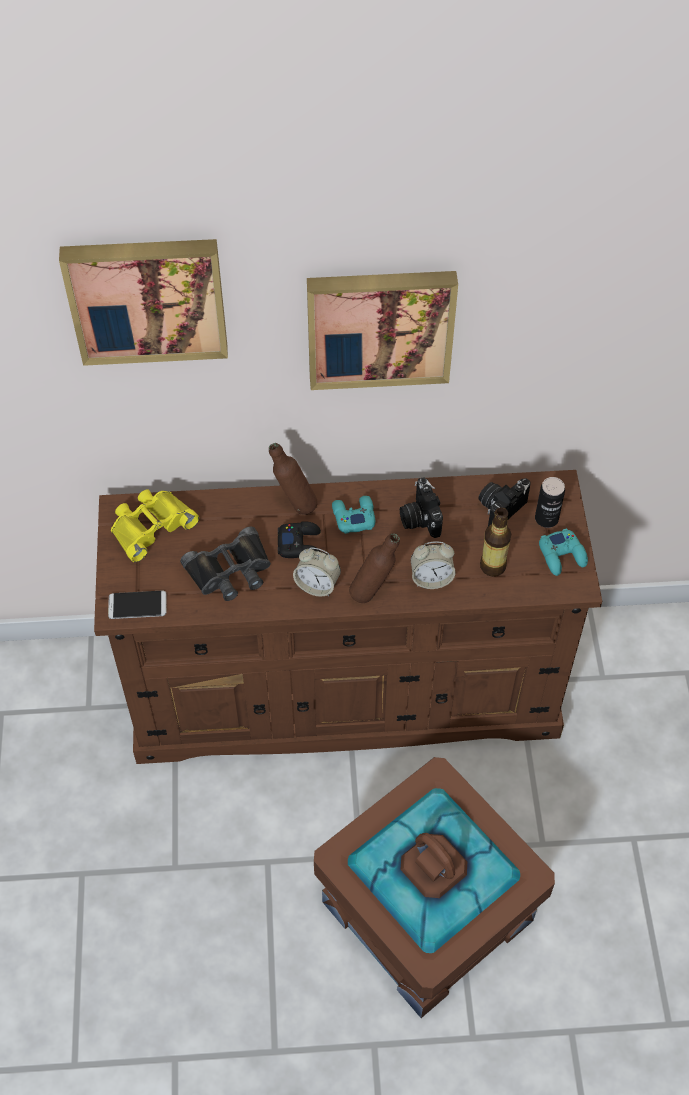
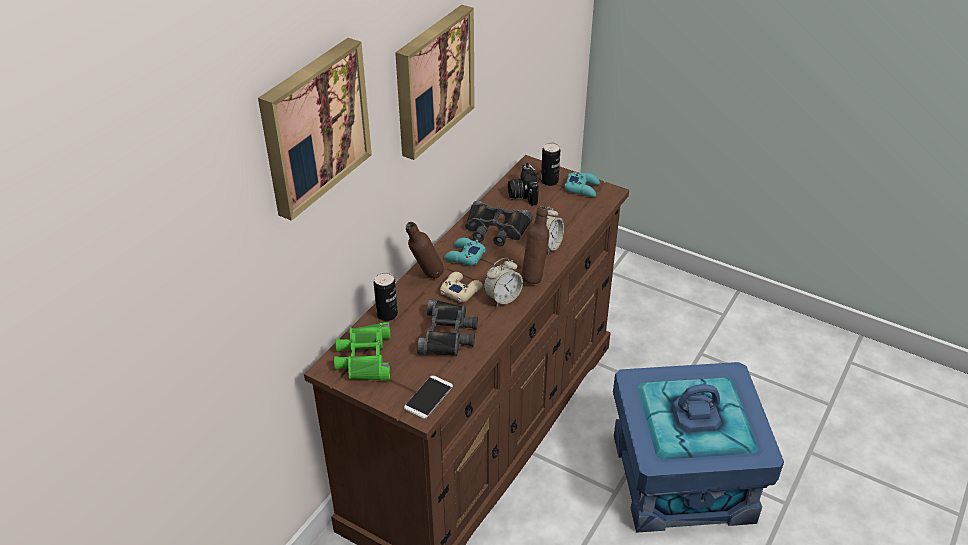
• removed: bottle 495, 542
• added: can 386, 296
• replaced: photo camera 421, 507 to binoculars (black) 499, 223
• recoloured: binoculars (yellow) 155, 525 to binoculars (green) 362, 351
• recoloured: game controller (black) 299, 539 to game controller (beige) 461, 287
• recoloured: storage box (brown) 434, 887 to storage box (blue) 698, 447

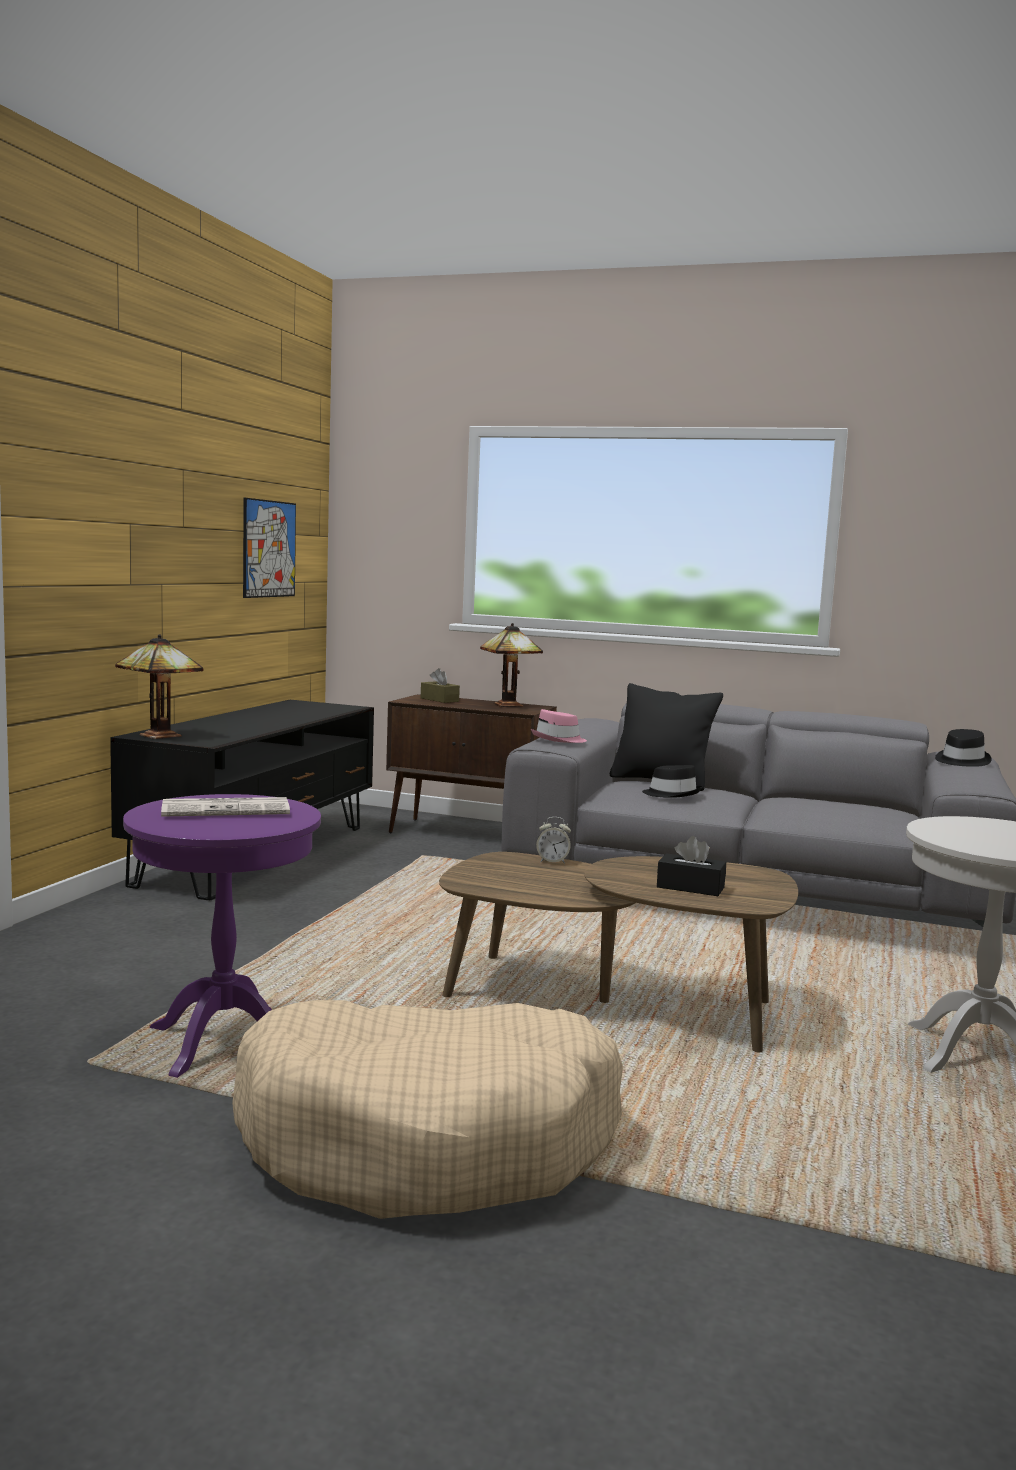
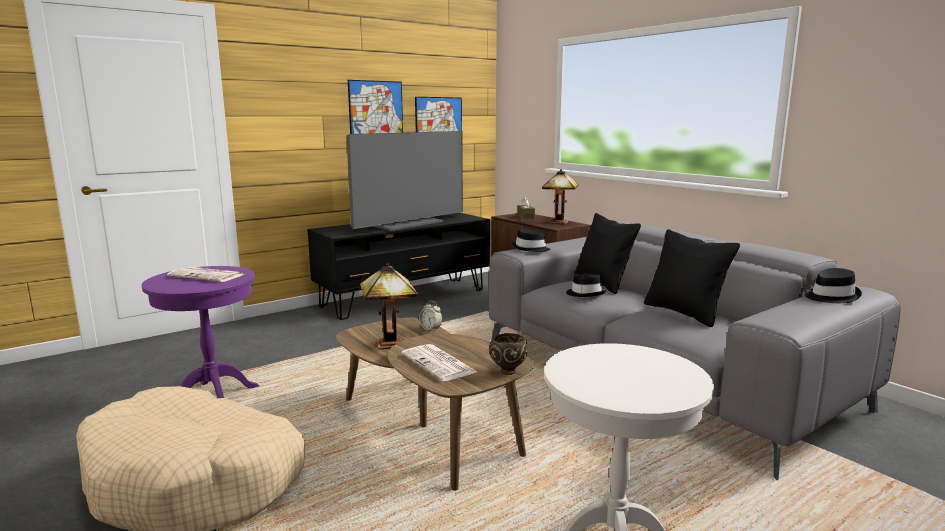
• added: television 404, 181
• added: picture 375, 107
• added: bowl (brown) 508, 354
• added: pillow (black) 692, 278
• moved: table lamp 159, 686 to 389, 306
• replaced: tissue box (black) 691, 866 to newspaper 439, 362
• recoloured: hat (pink) 559, 726 to hat (black) 531, 240

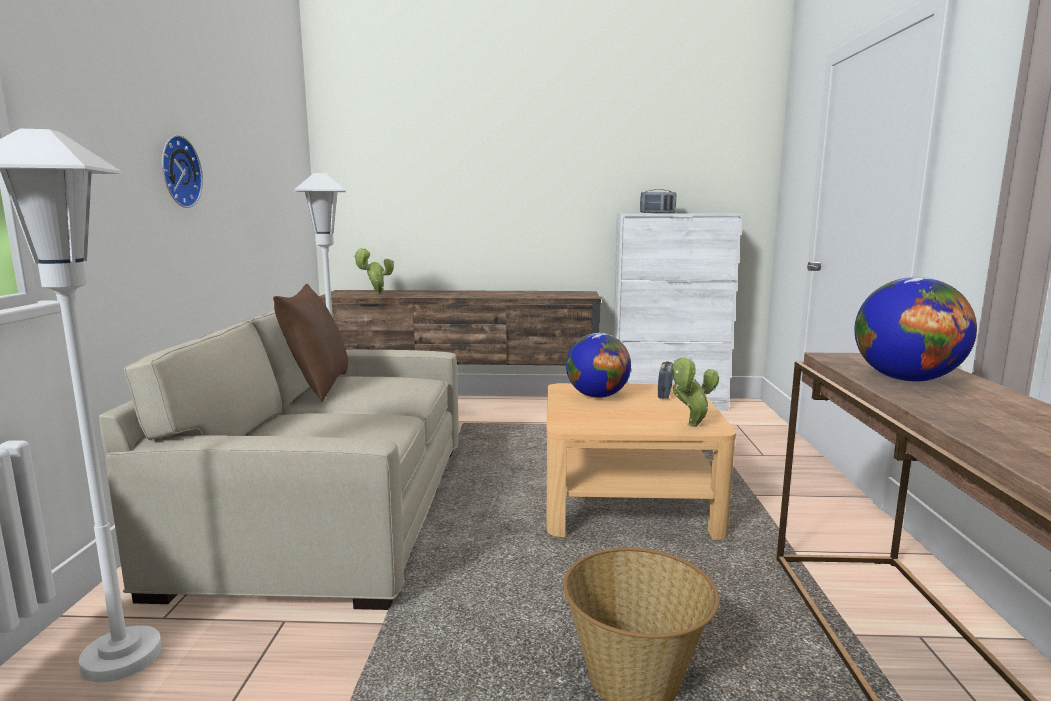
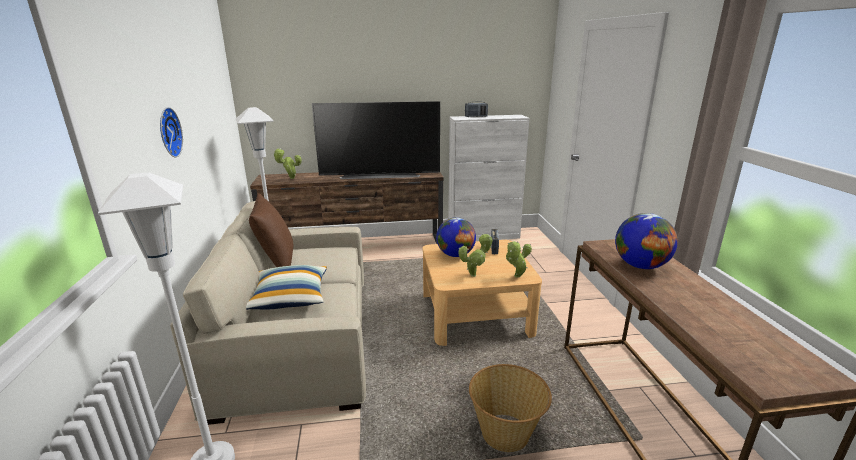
• added: pillow 286, 287
• added: television 376, 140
• added: potted plant 476, 255

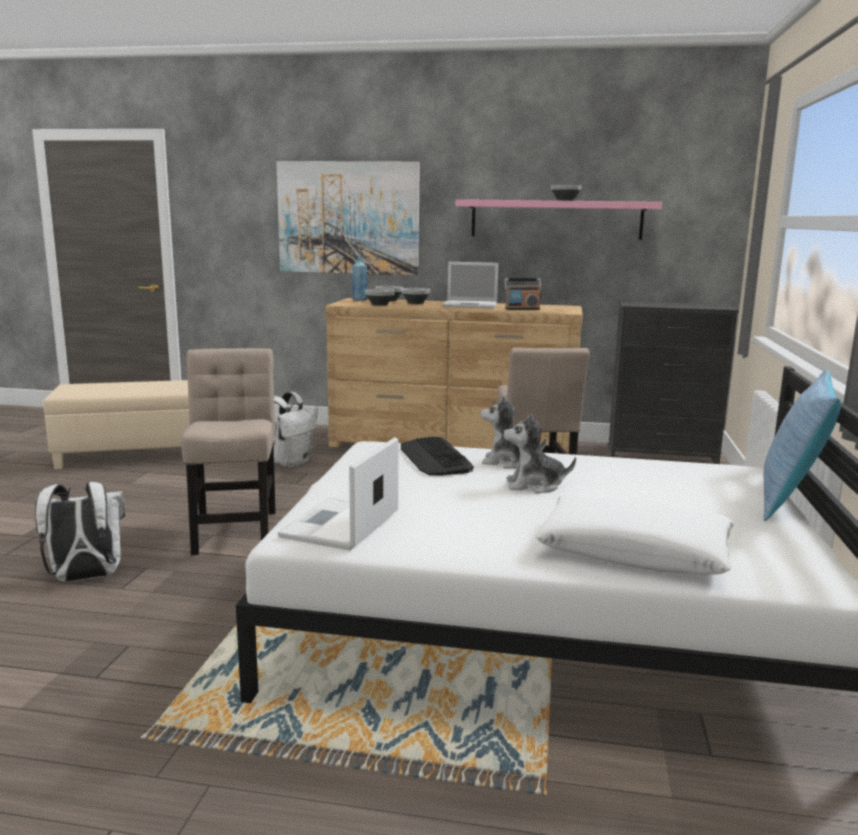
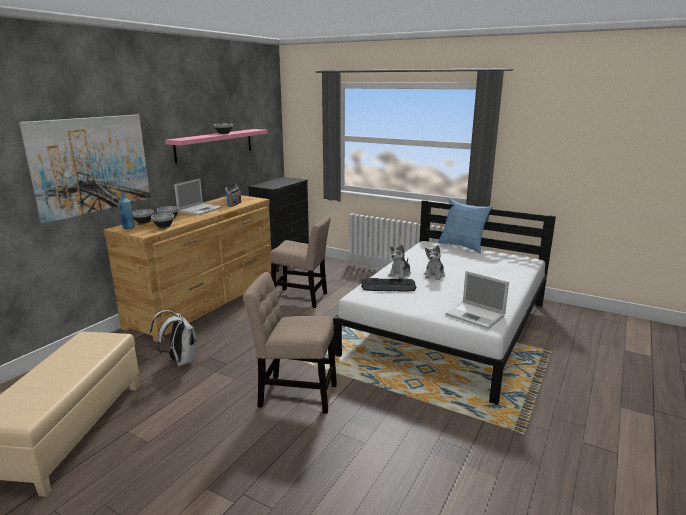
• removed: backpack (white) 80, 532
• removed: pillow (white) 634, 534

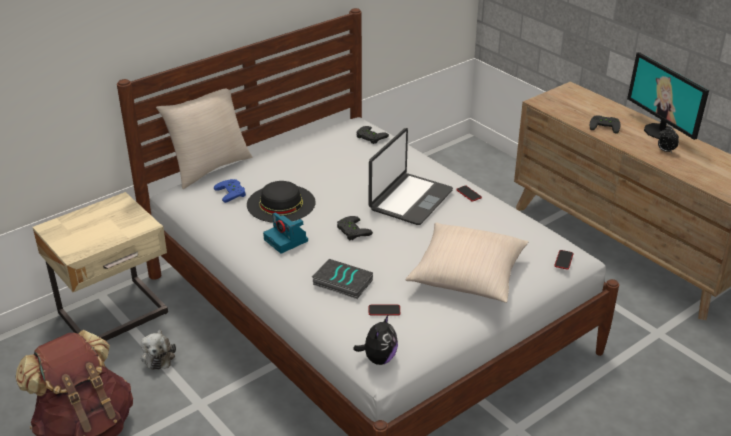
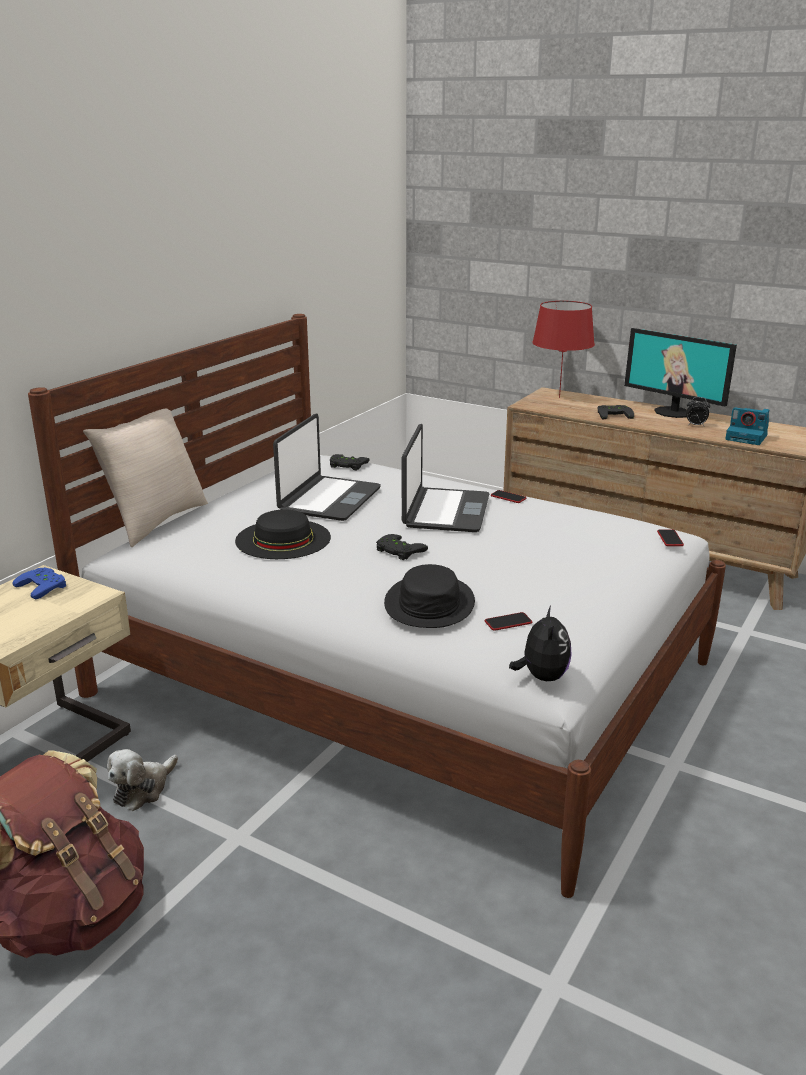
• removed: pillow (beige) 467, 262
• added: laptop 327, 467
• added: table lamp (red) 563, 349
• moved: game controller (blue) 230, 191 to 39, 583
• moved: photo camera 285, 233 to 747, 426
• replaced: book 342, 279 to hat (black) 429, 596
• turned: plush toy 158, 350 = 142, 780 60 degrees clockwise

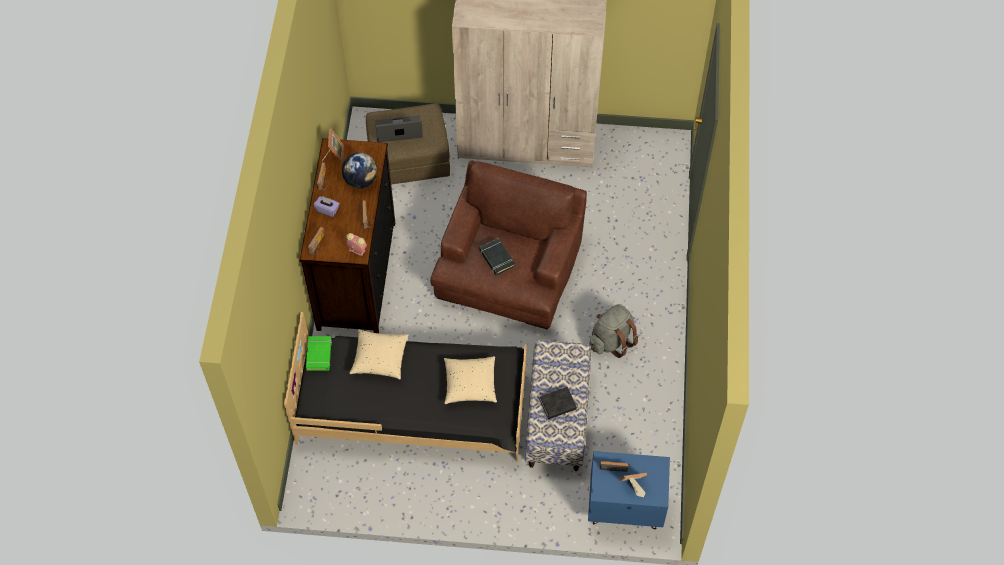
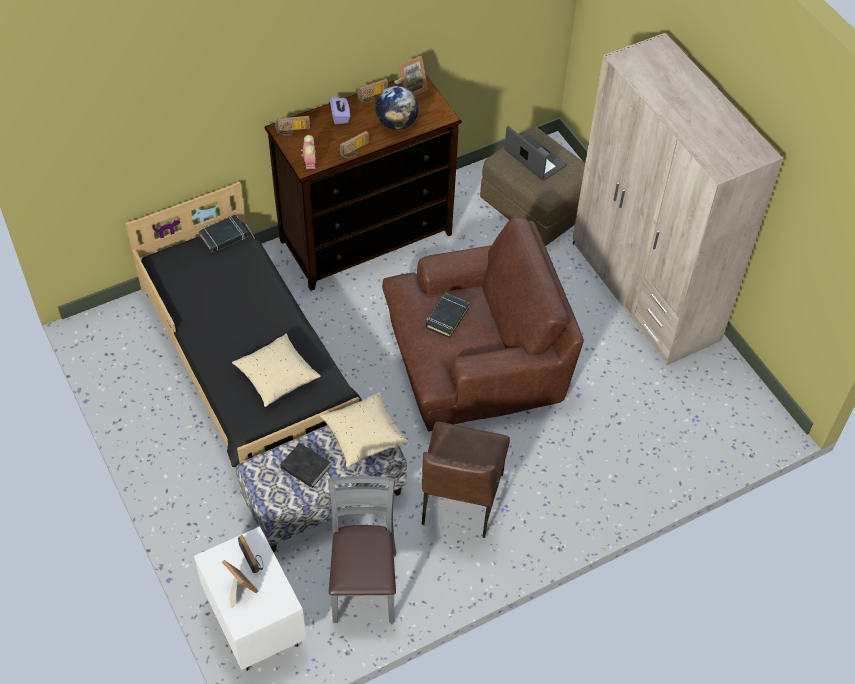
• added: chair (grey) 362, 549
• moved: pillow (beige) 379, 354 to 364, 429
• replaced: backpack (grey) 614, 331 to chair (brown) 466, 480
• recoloured: book (green) 319, 353 to book (black) 223, 234
• recoloured: nightstand (blue) 629, 490 to nightstand (white) 250, 598

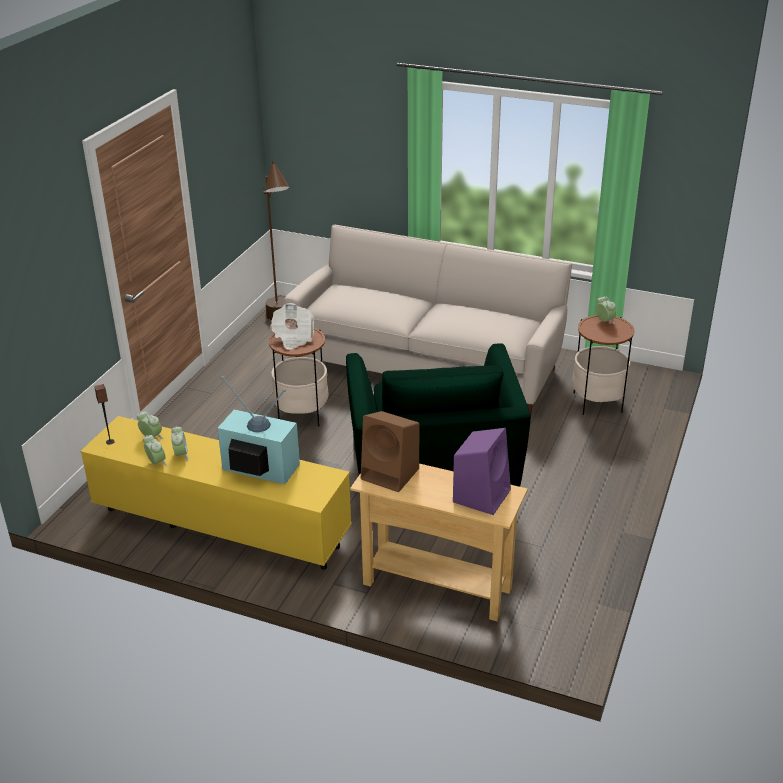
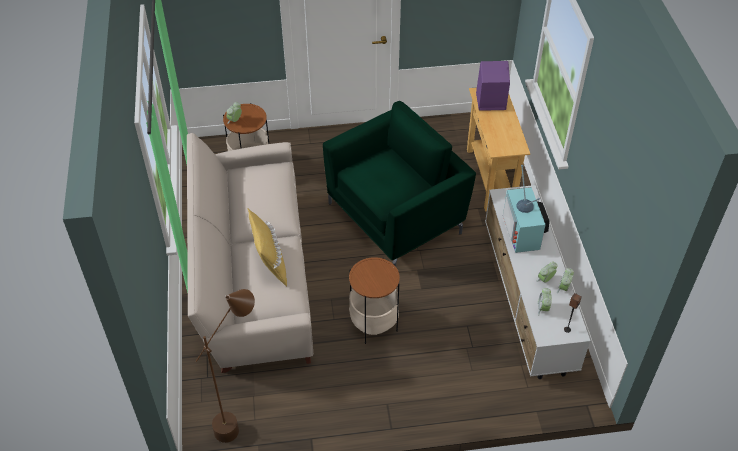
• removed: newspaper 292, 326
• removed: speaker (brown) 390, 451
• added: pillow (yellow) 267, 248
• recoloured: tv stand (yellow) 216, 493 to tv stand (white) 538, 282

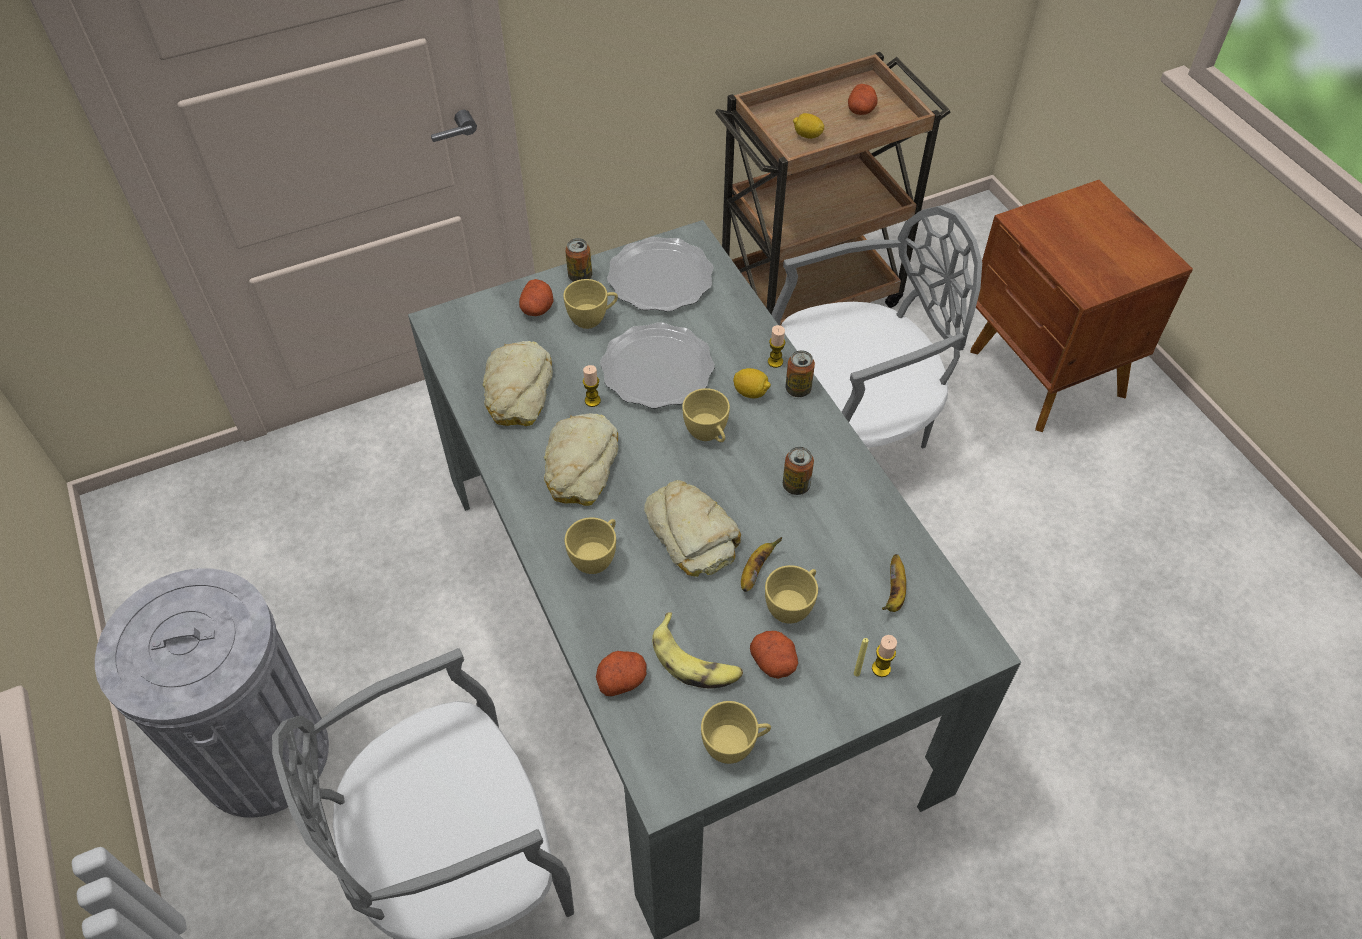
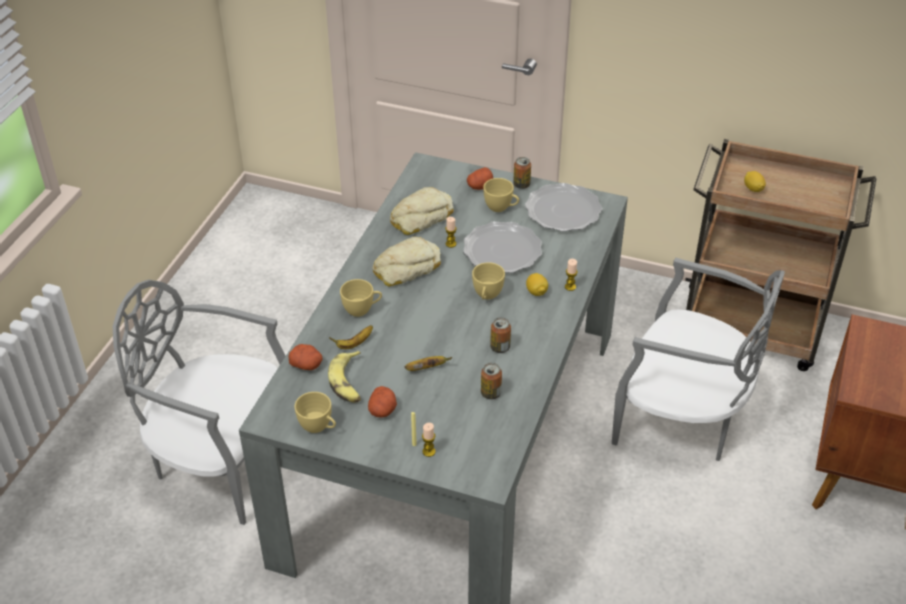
• removed: trash can (grey) 212, 693
• removed: bread 692, 528
• removed: cup (yellow) 791, 594
• removed: potato 863, 99
• moved: can 800, 373 to 491, 381
• moved: banana 894, 583 to 351, 337

